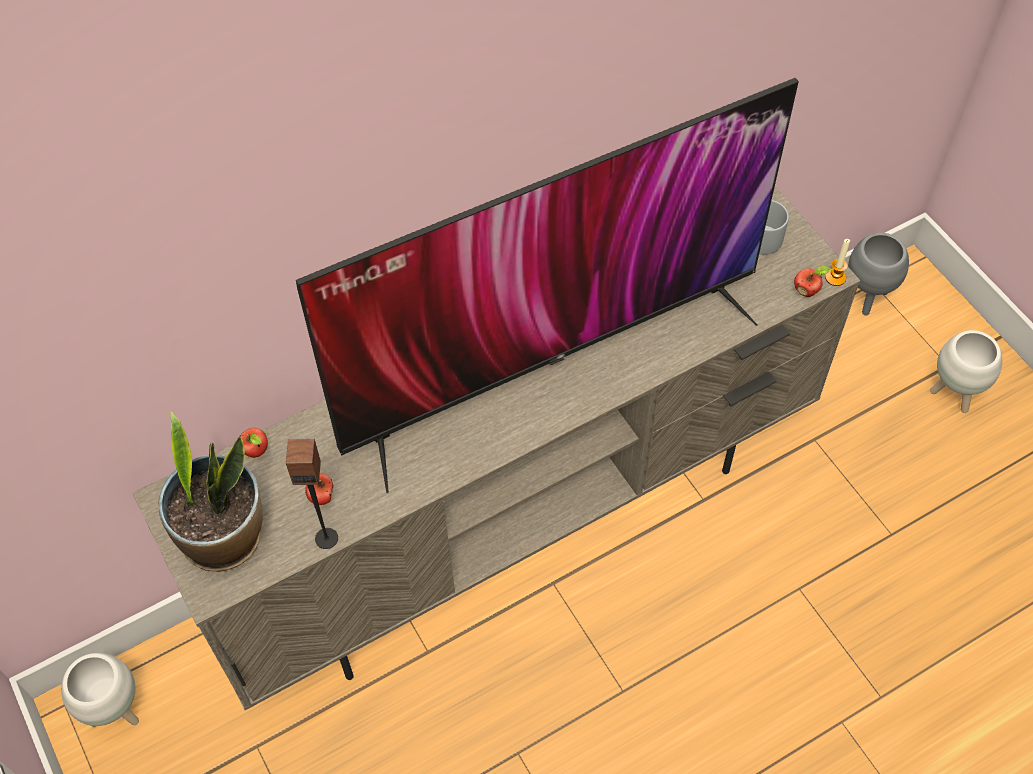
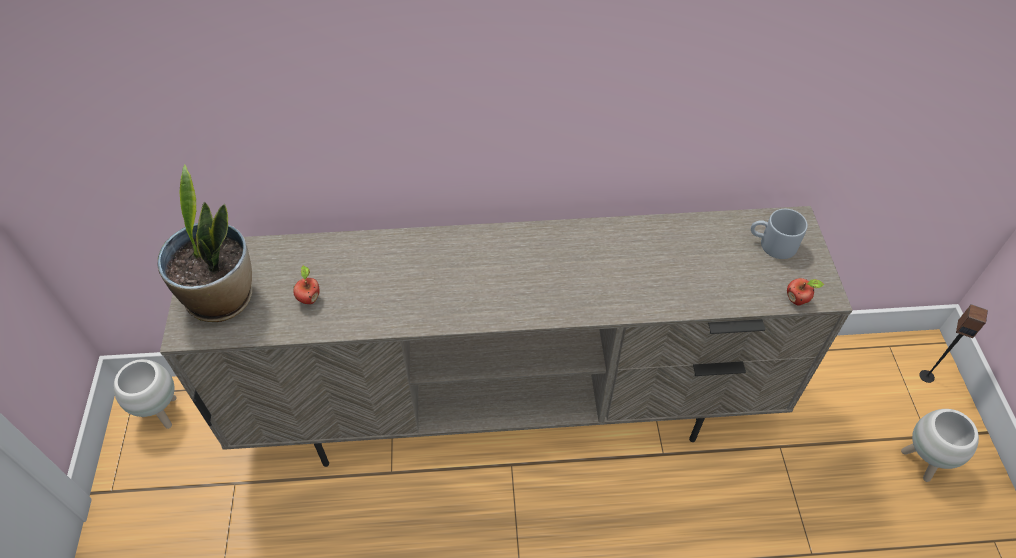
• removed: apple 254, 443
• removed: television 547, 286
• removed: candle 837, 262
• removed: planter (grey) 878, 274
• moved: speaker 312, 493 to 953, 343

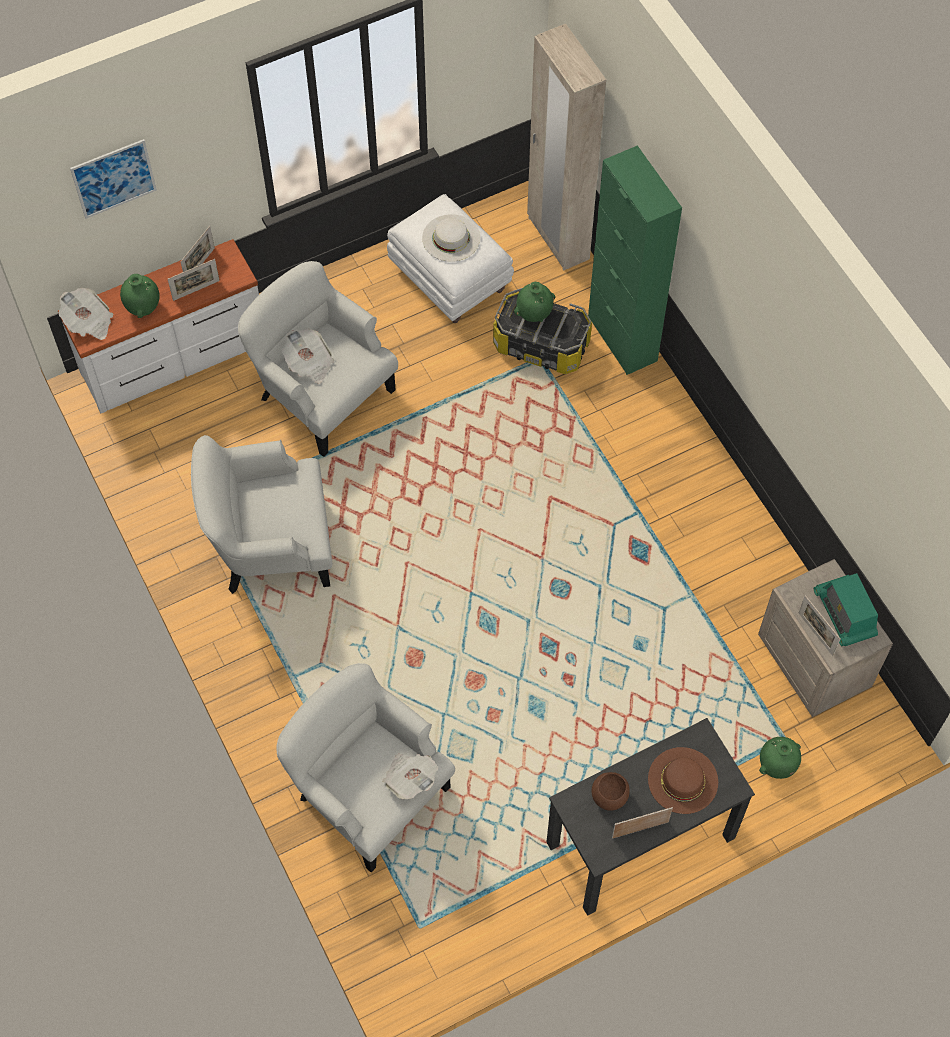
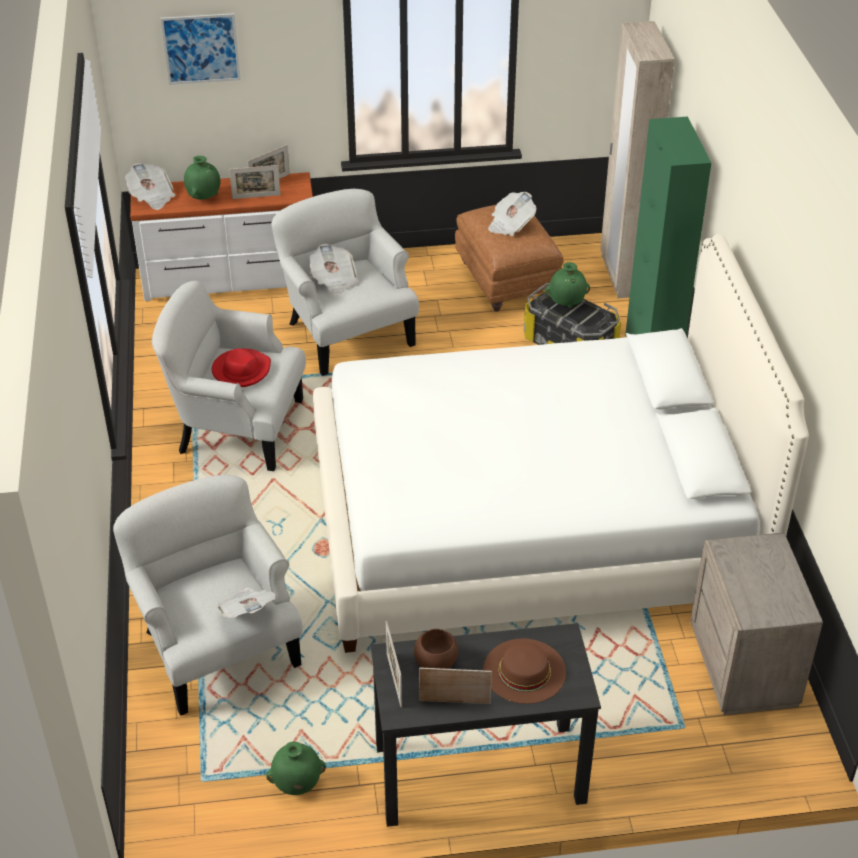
• removed: radio 846, 609
• added: hat (red) 241, 368
• added: bed (white) 561, 443
• moved: vase (green) 780, 758 to 296, 768
• moved: picture frame 819, 625 to 394, 664
• replaced: hat (white) 451, 238 to newspaper 512, 214
• recoloured: ottoman (white) 450, 258 to ottoman (brown) 509, 258

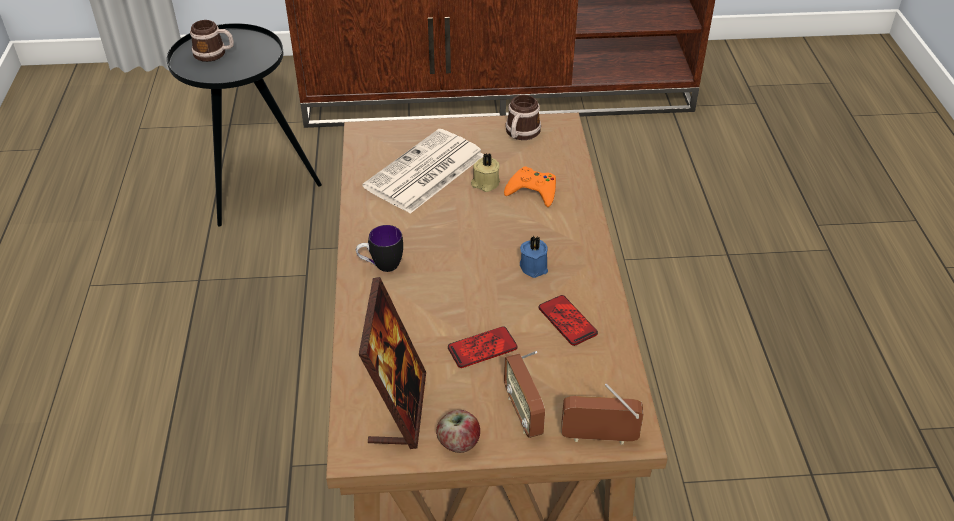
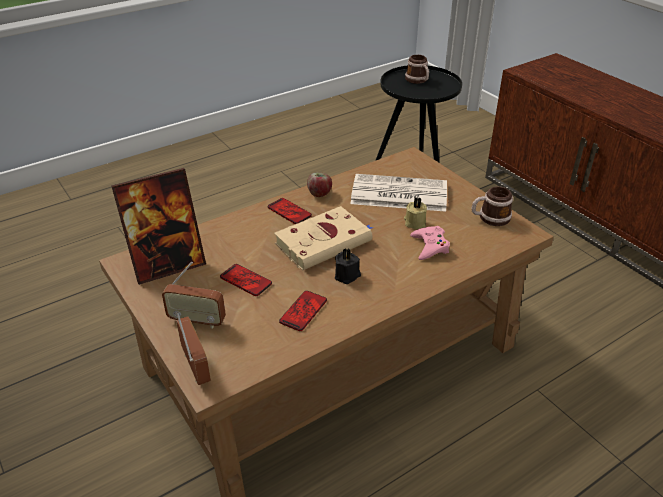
• added: book (beige) 323, 238
• moved: apple 458, 431 to 319, 184
• replaced: mug 379, 248 to phone 290, 211
• recoloured: game controller (orange) 530, 187 to game controller (pink) 430, 243
• recoloured: candle (blue) 534, 257 to candle (black) 348, 266
• turned: radio 524, 394 = 194, 295 120 degrees counterclockwise

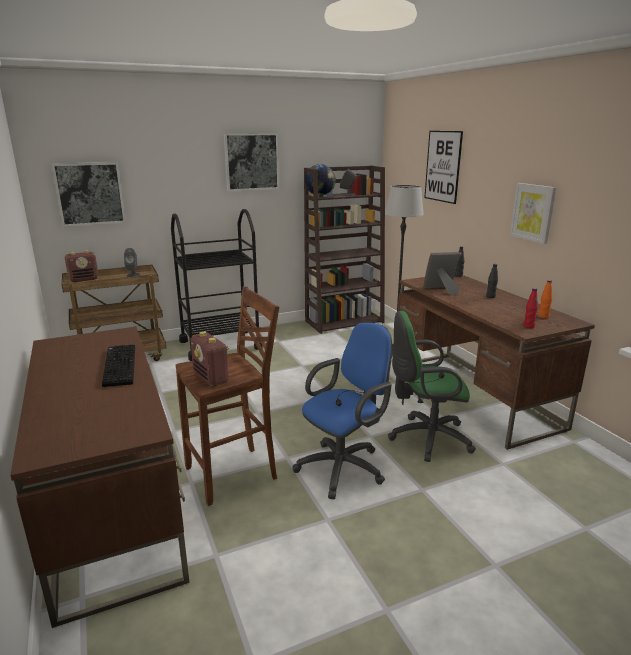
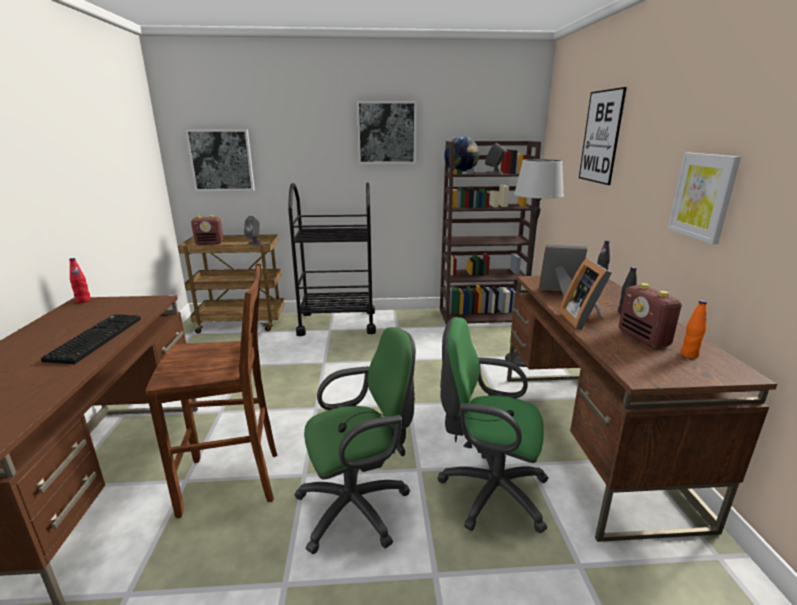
• added: picture frame 585, 294
• moved: radio 209, 359 to 650, 315
• moved: bottle (red) 530, 308 to 80, 280
• recoloured: office chair (blue) 342, 411 to office chair (green) 355, 440

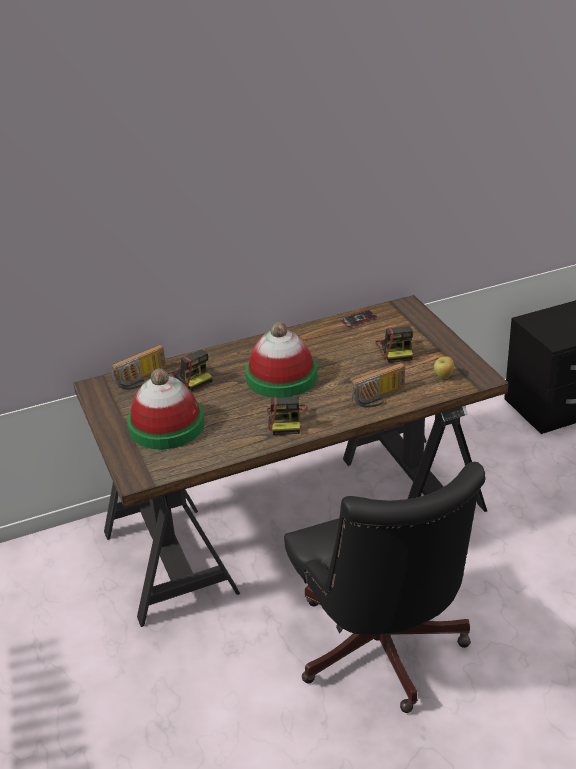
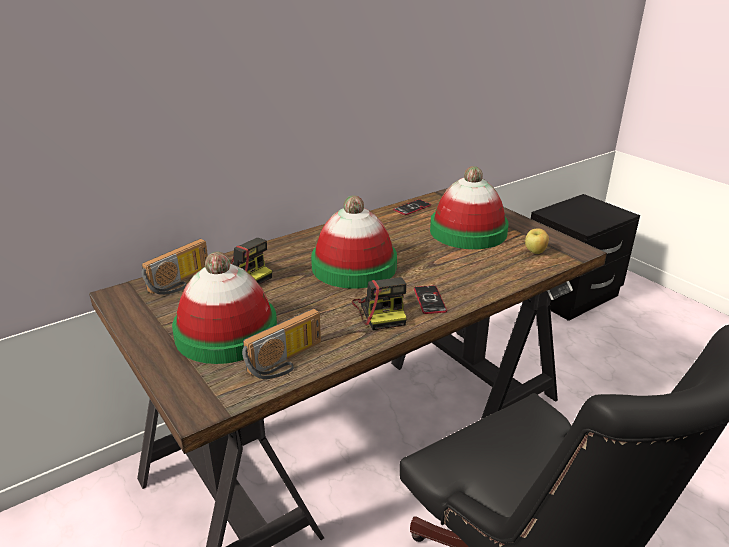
• added: phone 430, 300
• moved: radio 378, 385 to 281, 343
• replaced: photo camera 394, 344 to hat 469, 207

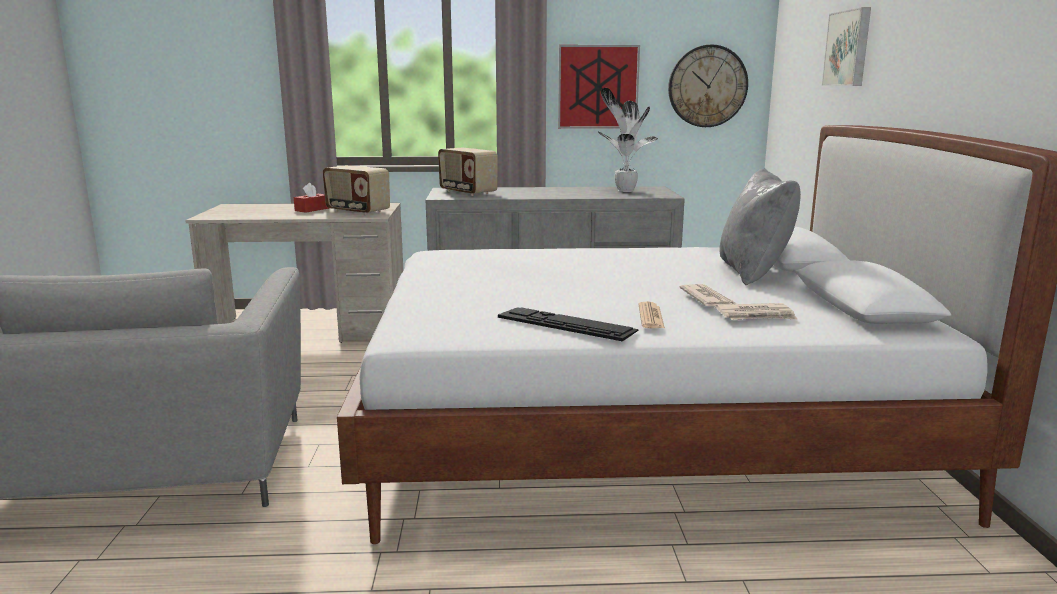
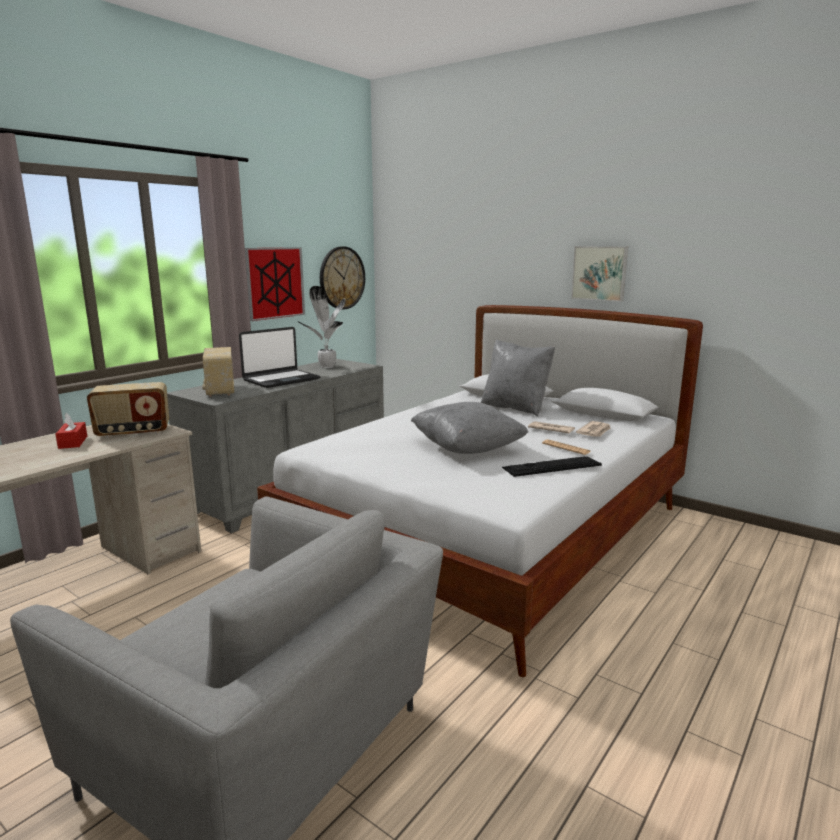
• added: laptop 280, 357
• added: pillow (grey) 469, 428
• moved: picture 846, 46 to 599, 274
• turned: radio 468, 172 = 218, 372 75 degrees clockwise

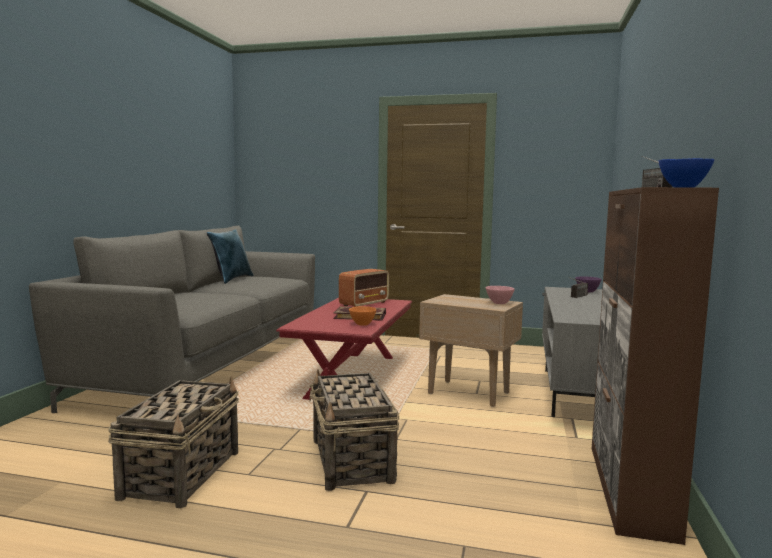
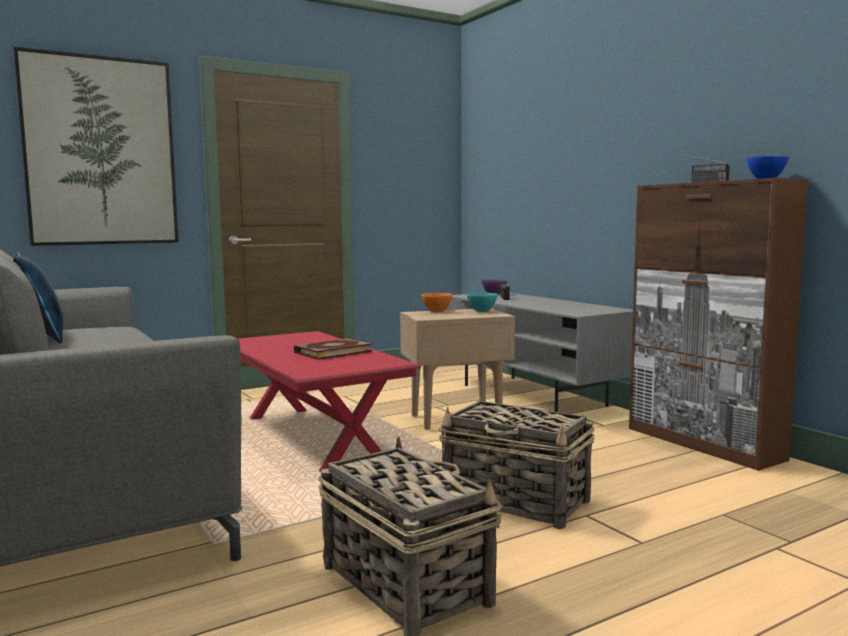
• removed: radio 364, 288
• added: picture 96, 146
• moved: bowl (orange) 362, 316 to 436, 302
• recoloured: bowl (pink) 500, 295 to bowl (turquoise) 482, 302

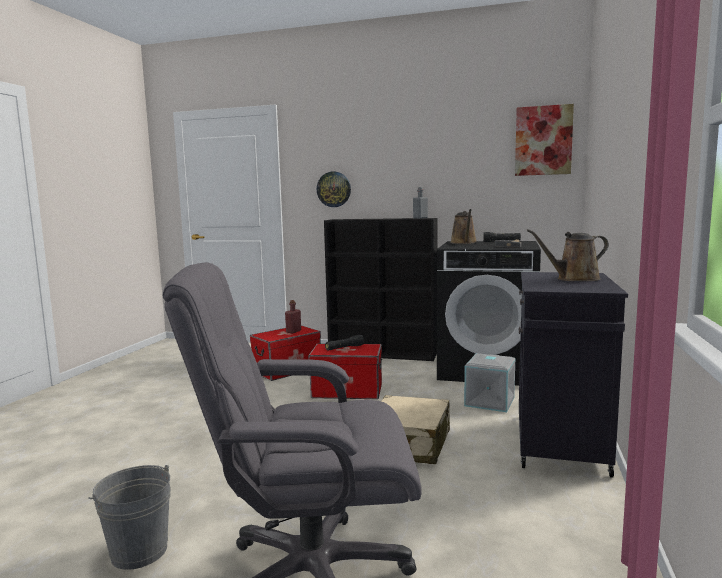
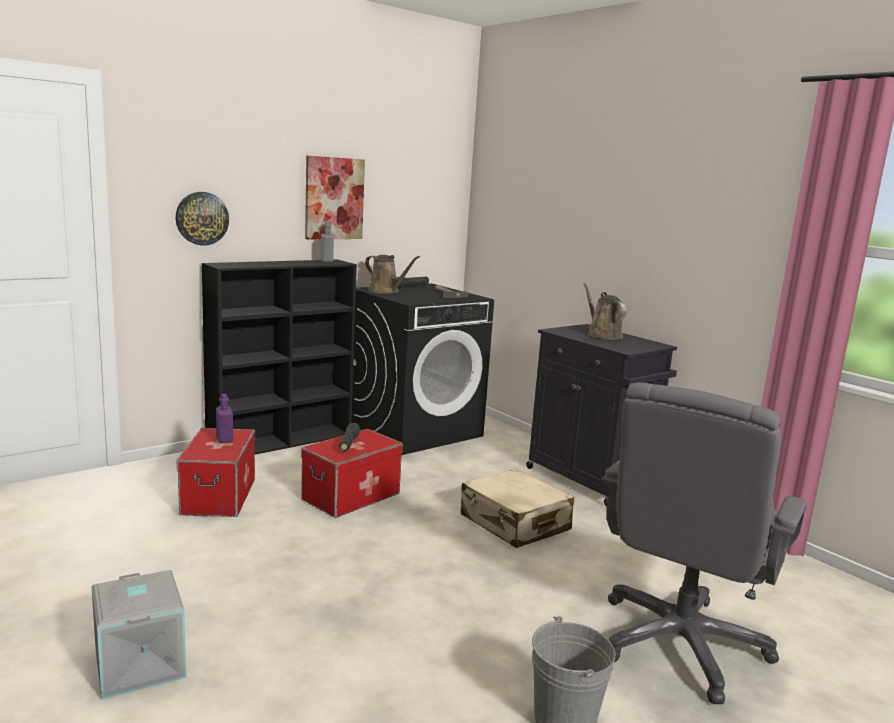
• moved: storage box (grey) 489, 382 to 139, 634
• moved: picture 544, 140 to 335, 197
• recoloured: bottle (red) 293, 316 to bottle (purple) 224, 418
• turned: watering can (brown) 568, 255 = 605, 311 135 degrees clockwise

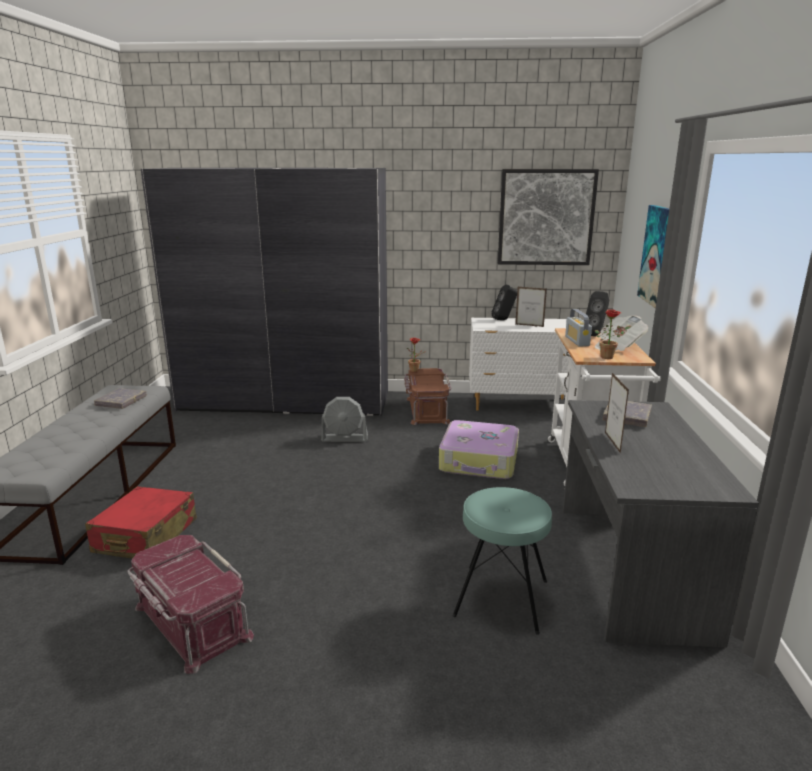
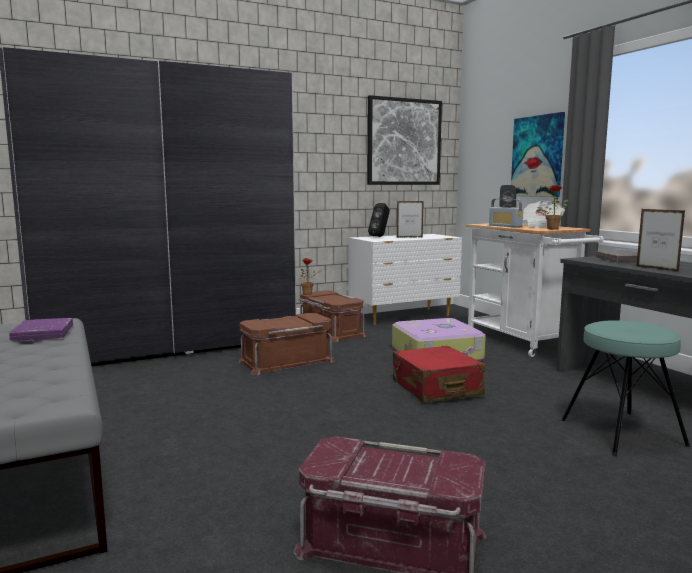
• moved: suitcase (red) 141, 522 to 439, 374
• replaced: fan (grey) 344, 419 to storage box (brown) 286, 344
• recoloured: book (grey) 120, 398 to book (purple) 41, 329

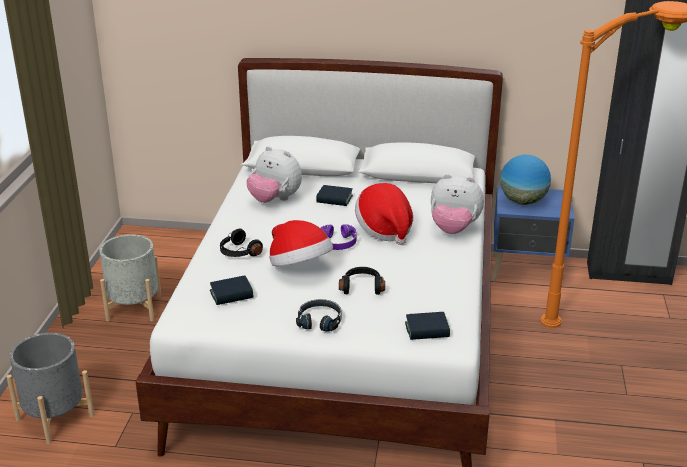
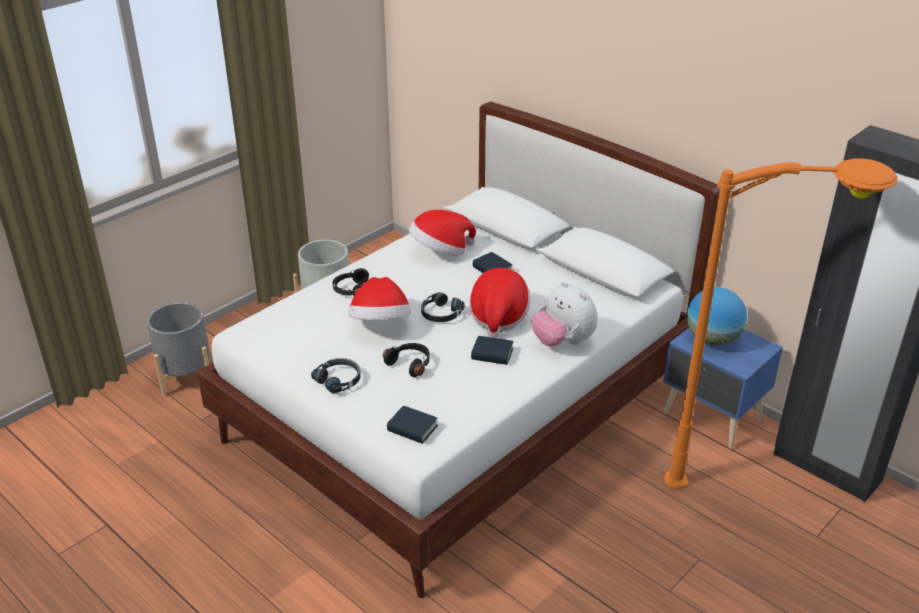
• moved: book 231, 290 to 492, 350
• replaced: plush toy 274, 174 to hat 442, 233
• recoloured: headphones (purple) 338, 237 to headphones (black) 443, 307

